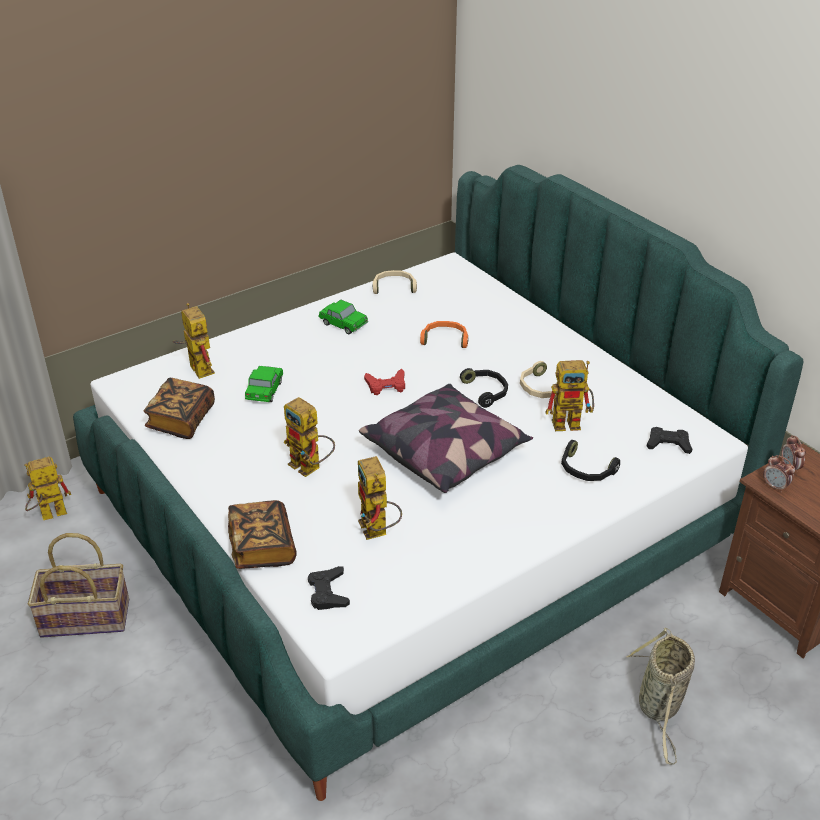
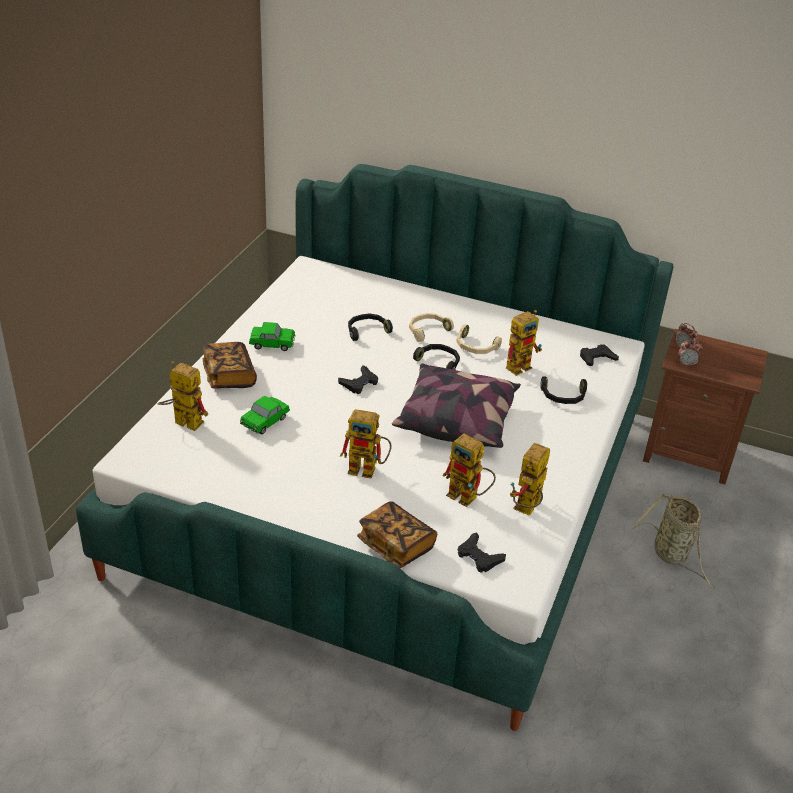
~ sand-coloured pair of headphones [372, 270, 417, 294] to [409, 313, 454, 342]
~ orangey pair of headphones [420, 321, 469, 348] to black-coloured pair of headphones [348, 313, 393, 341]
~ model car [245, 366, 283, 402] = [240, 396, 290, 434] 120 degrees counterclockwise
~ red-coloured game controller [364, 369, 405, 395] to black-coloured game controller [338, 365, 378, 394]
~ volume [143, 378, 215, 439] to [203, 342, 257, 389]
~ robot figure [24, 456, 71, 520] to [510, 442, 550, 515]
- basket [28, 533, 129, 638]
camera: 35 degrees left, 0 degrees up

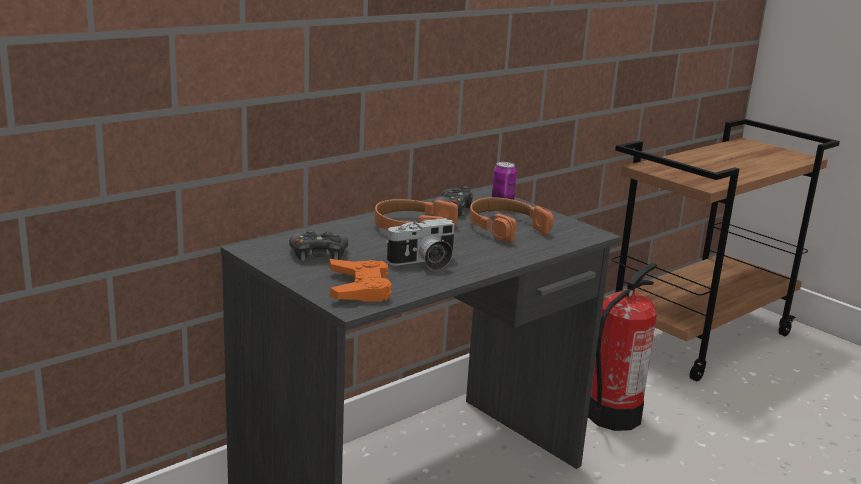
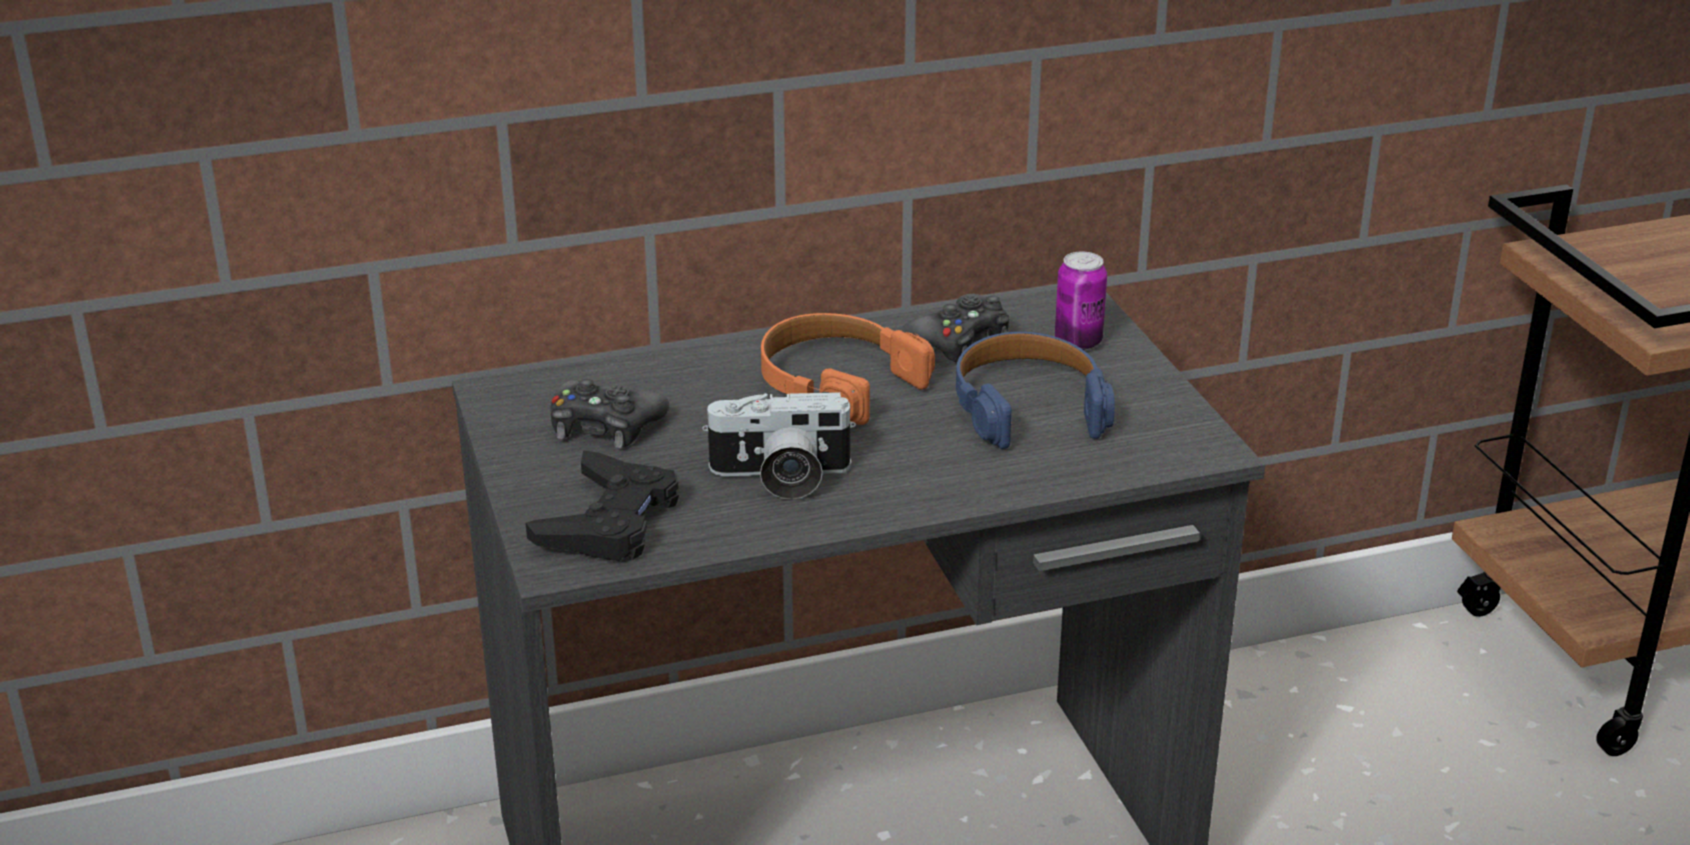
~ orangey pair of headphones [470, 197, 554, 243] to blue-coloured pair of headphones [956, 332, 1115, 449]
~ orangey game controller [329, 259, 392, 302] to black-coloured game controller [526, 450, 679, 561]
- fire-fighting cylinder [588, 263, 657, 431]
camera: 25 degrees right, 10 degrees up

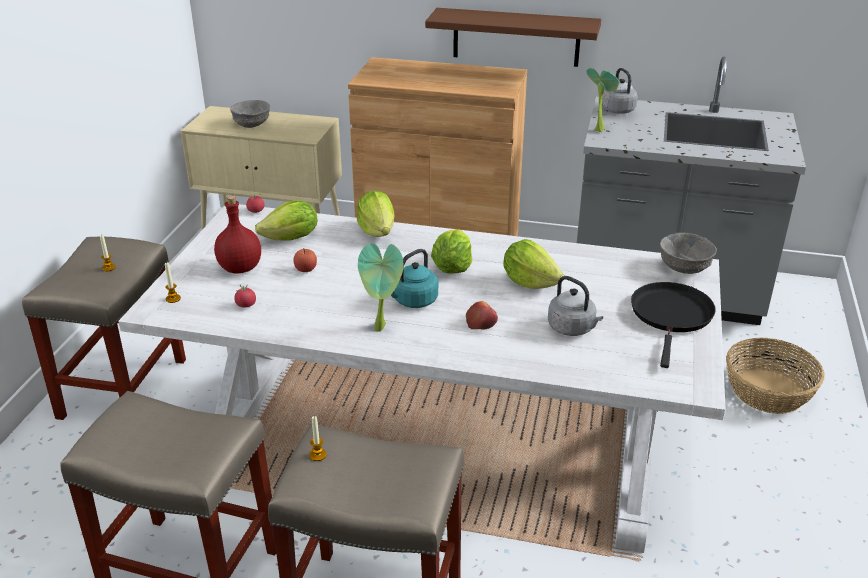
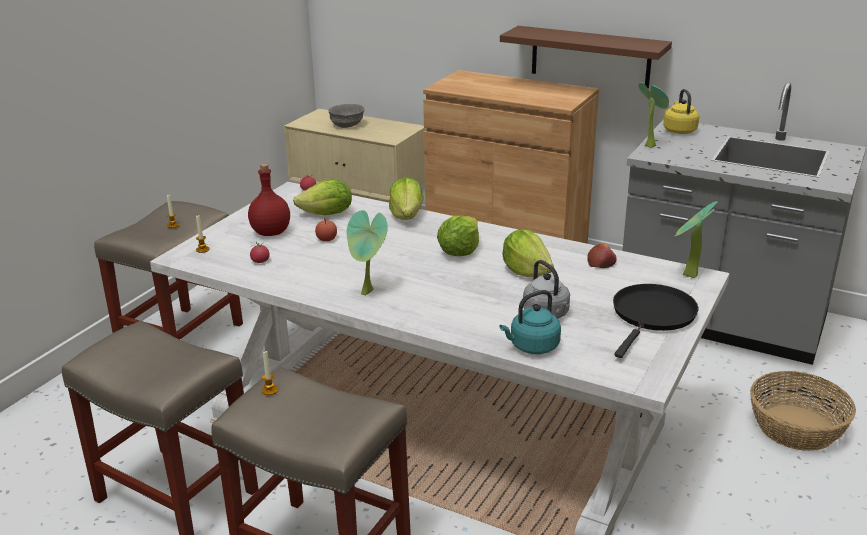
~ greyish kettle [602, 68, 638, 114] to yellowish kettle [663, 89, 699, 134]
~ greyish bowl [660, 233, 717, 274] to houseplant [675, 201, 718, 278]
~ turquoise kettle [391, 249, 438, 308] to [500, 290, 561, 354]
~ whole apple [466, 301, 498, 330] to [588, 243, 617, 268]
camera: 15 degrees right, 5 degrees down

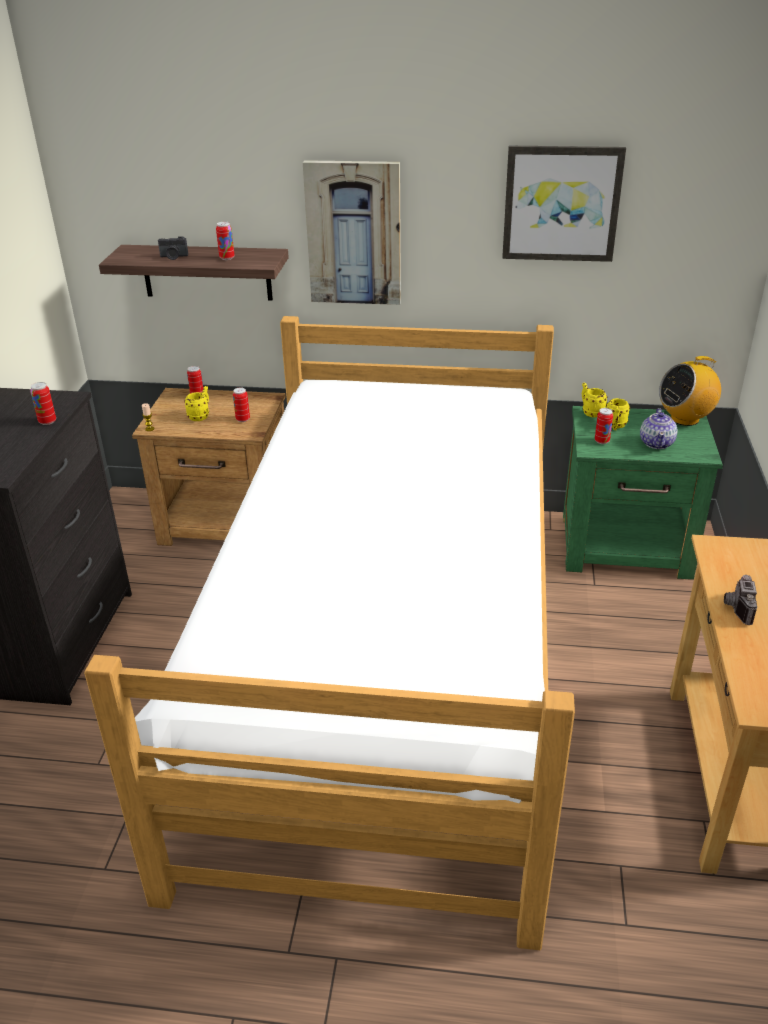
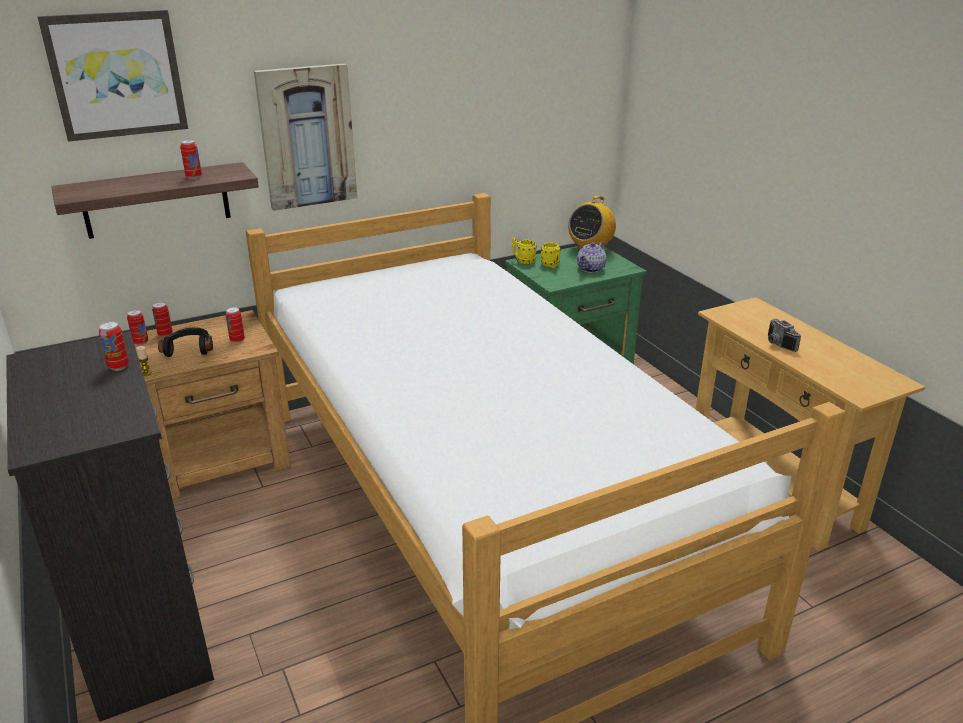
~ wall picture [502, 146, 626, 262] to [37, 10, 188, 142]
- photo camera [158, 236, 188, 260]
~ yellowish tea mug [184, 386, 209, 421] to black-coloured pair of headphones [158, 327, 213, 357]
~ sealed can [595, 408, 613, 444] to [127, 310, 149, 346]
~ teapot [640, 408, 678, 449] = [577, 242, 606, 273] 60 degrees clockwise
camera: 35 degrees left, 5 degrees down

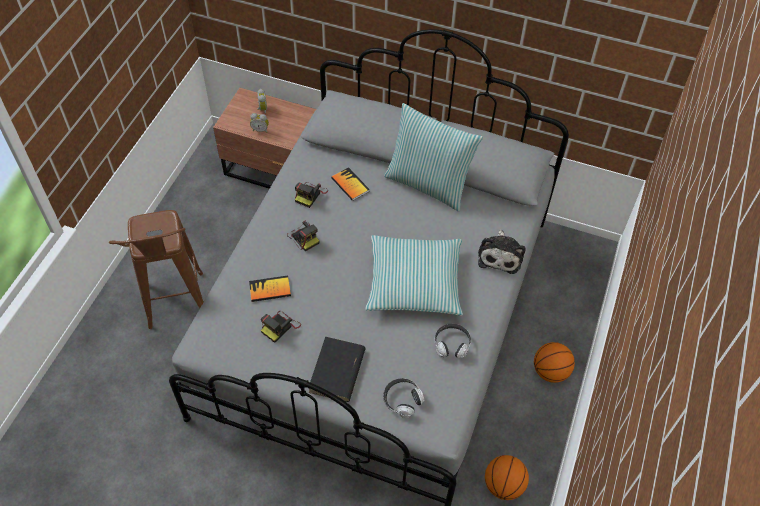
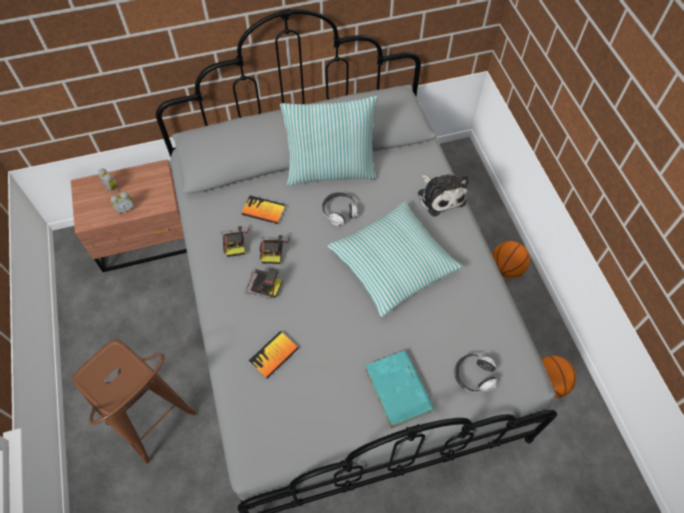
~ photo camera [261, 311, 301, 343] to [259, 235, 290, 264]
~ pair of headphones [435, 324, 471, 359] to [322, 192, 358, 226]
~ black-coloured volume [308, 337, 366, 402] to turquoise volume [365, 351, 435, 429]
camera: 35 degrees left, 5 degrees up

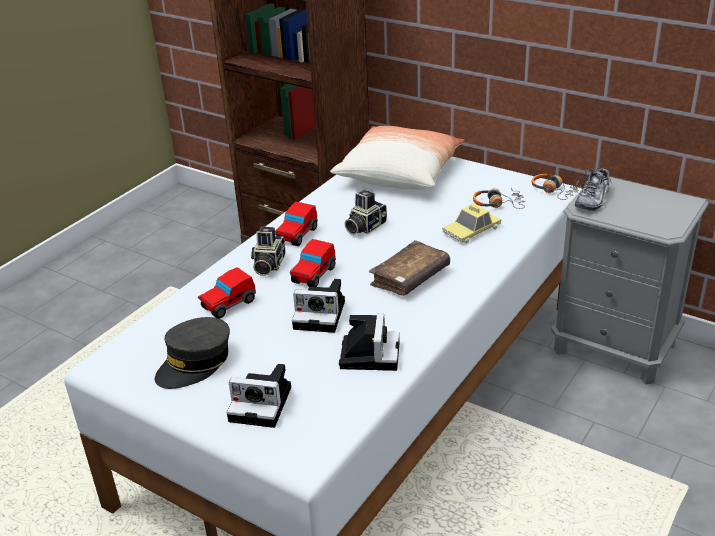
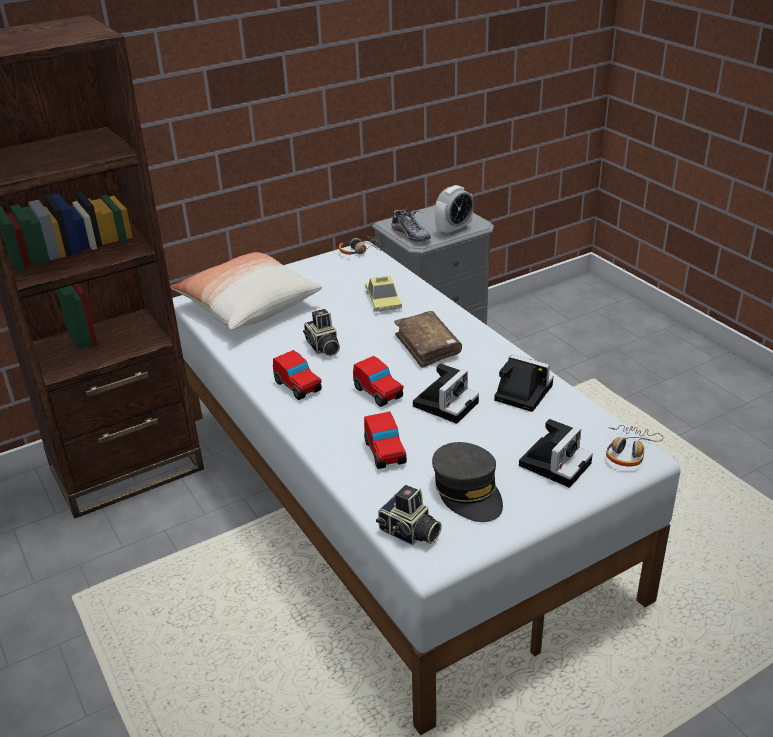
~ pair of headphones [473, 187, 526, 209] to [606, 425, 663, 467]
~ photo camera [251, 227, 285, 276] to [376, 485, 442, 545]
+ bedside clock [435, 185, 474, 236]
camera: 65 degrees left, 0 degrees up

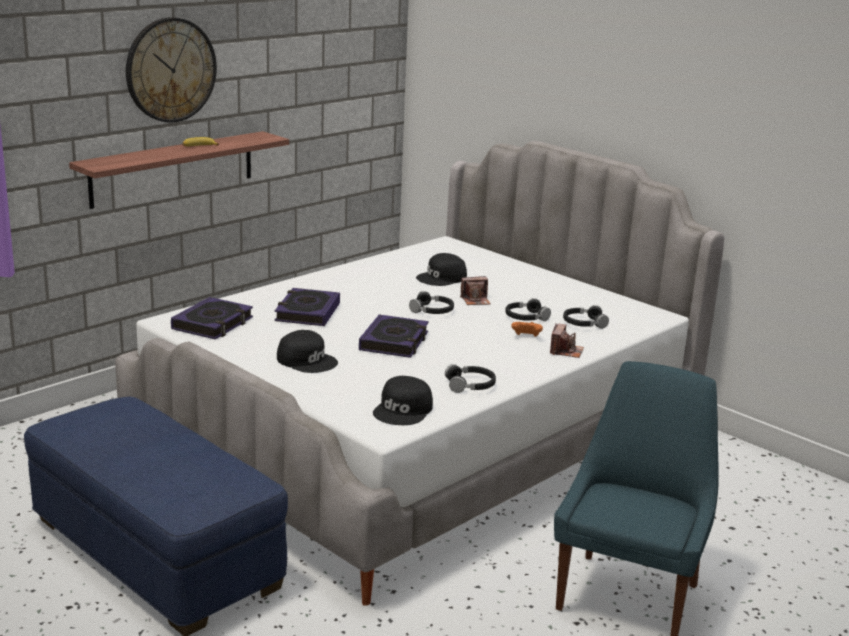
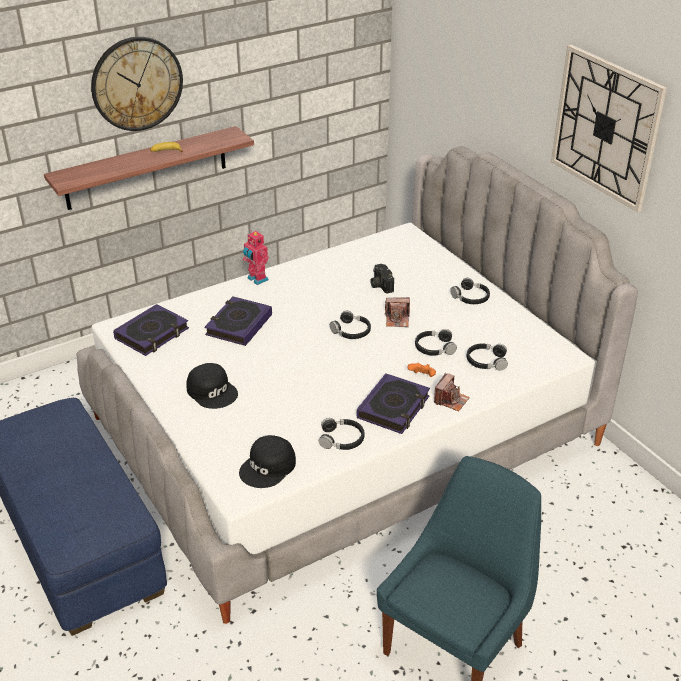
~ black-coloured peaked cap [416, 253, 467, 286] to photo camera [370, 264, 394, 294]
~ volume [359, 314, 429, 358] to [357, 373, 430, 434]
+ wall clock [551, 45, 667, 212]
+ robot figure [243, 230, 269, 285]
+ black-coloured pair of headphones [450, 278, 490, 304]
camera: 15 degrees right, 15 degrees up

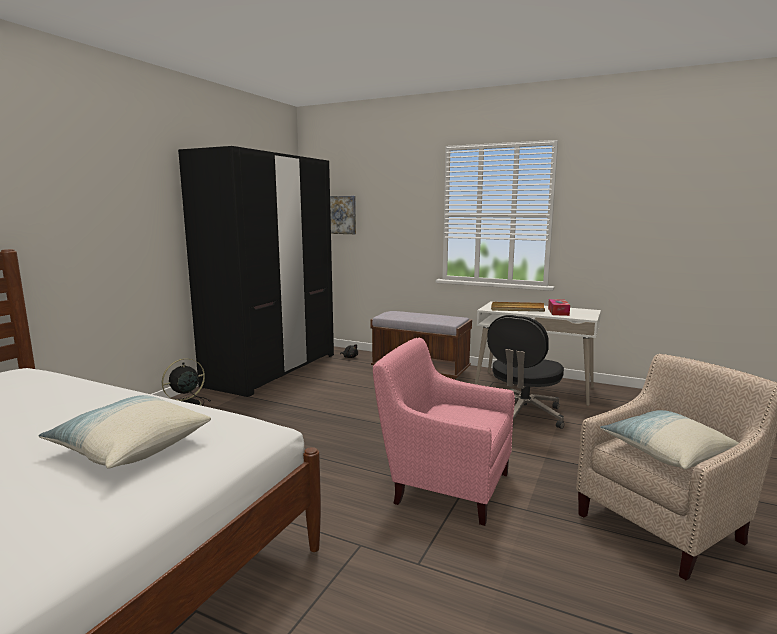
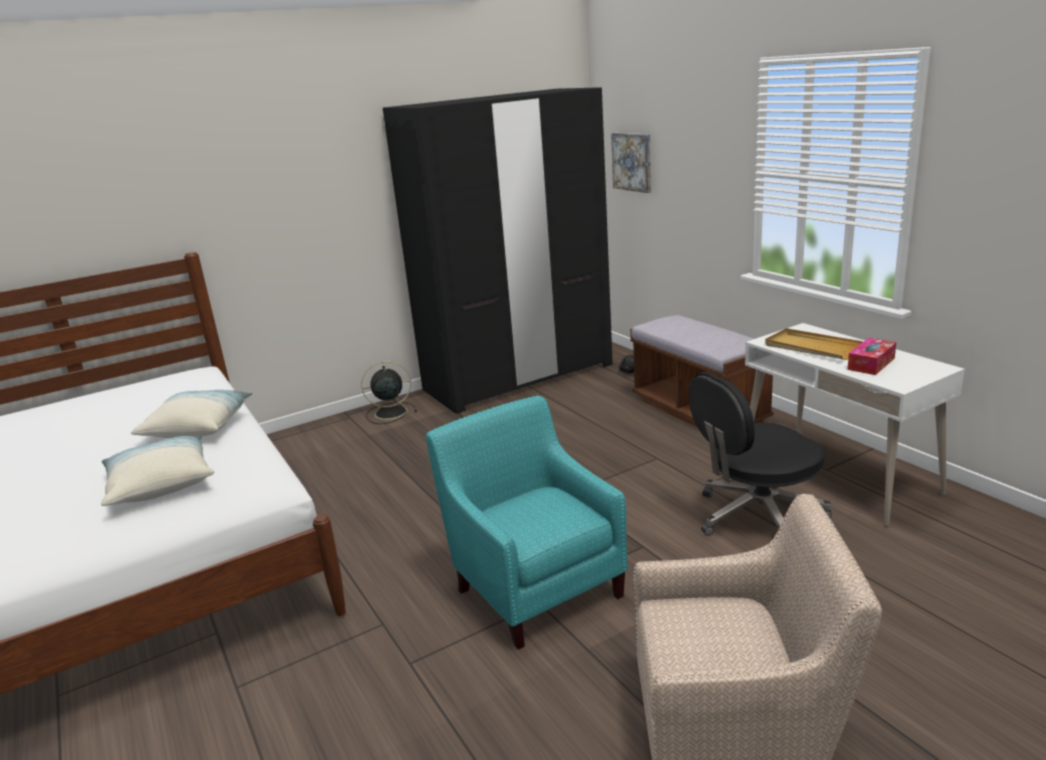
~ pink easy chair [373, 338, 515, 526] to turquoise easy chair [426, 396, 628, 650]
~ throw pillow [600, 410, 739, 469] to [131, 390, 253, 438]
camera: 35 degrees right, 10 degrees up

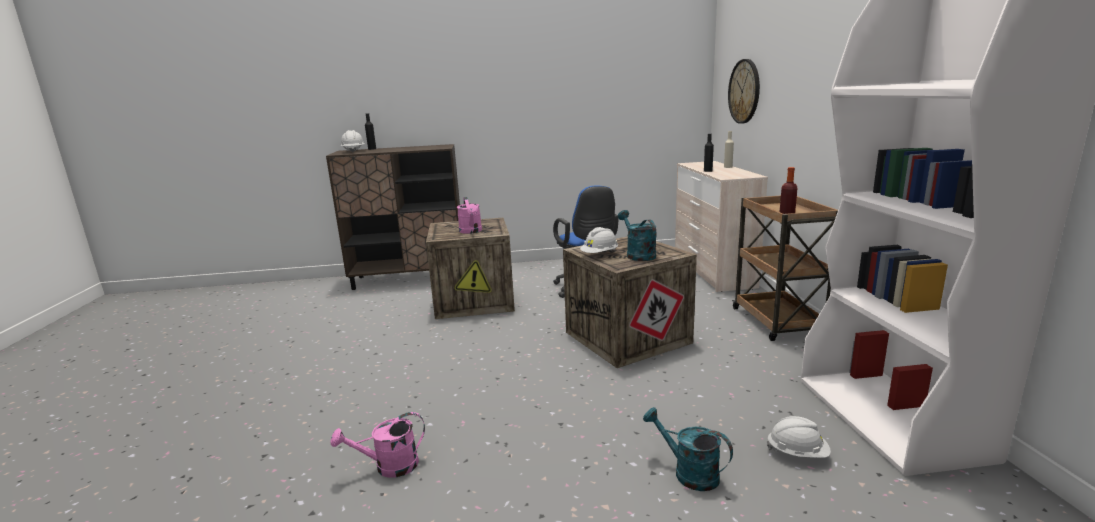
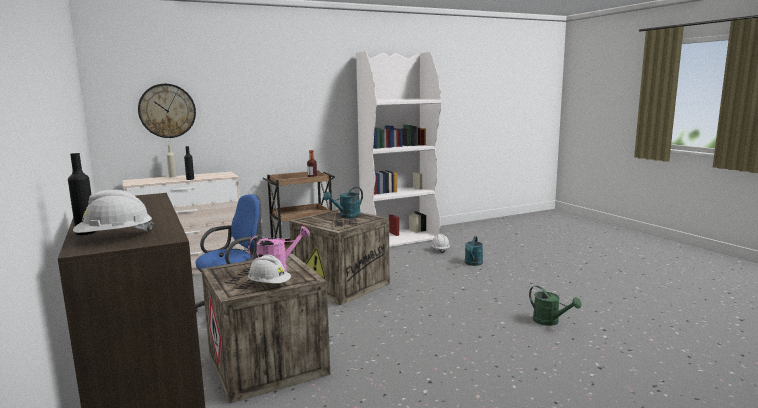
~ whitish hard hat [580, 227, 618, 253] to [248, 255, 291, 284]
~ pink sprinkling can [330, 412, 425, 478] to green sprinkling can [529, 286, 582, 326]
camera: 110 degrees left, 5 degrees down

